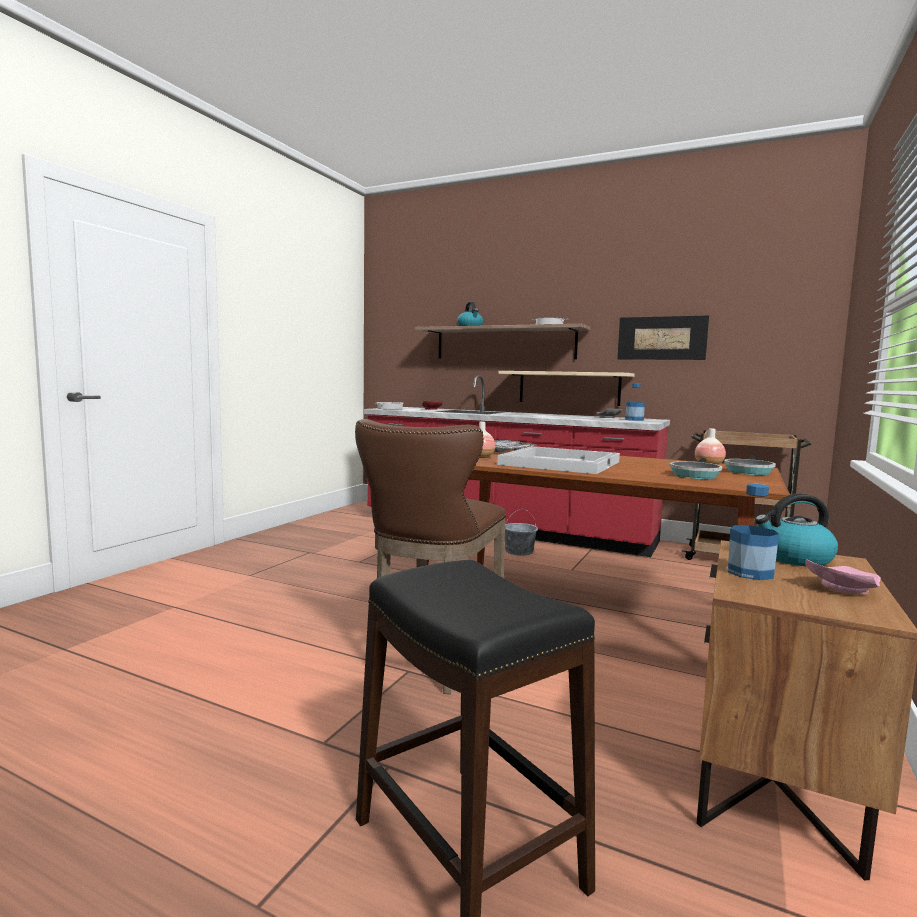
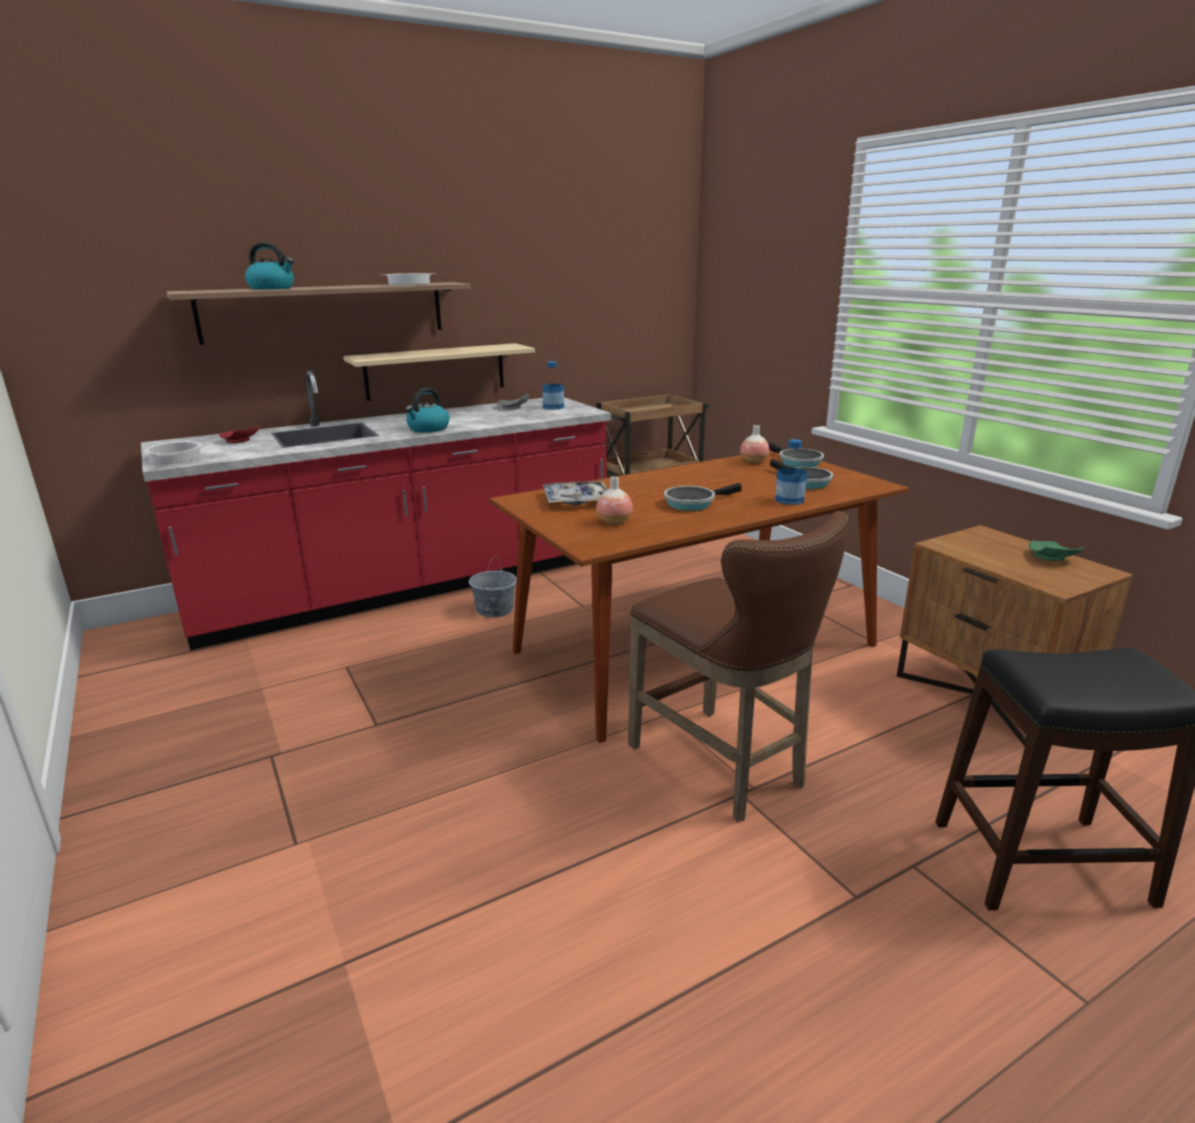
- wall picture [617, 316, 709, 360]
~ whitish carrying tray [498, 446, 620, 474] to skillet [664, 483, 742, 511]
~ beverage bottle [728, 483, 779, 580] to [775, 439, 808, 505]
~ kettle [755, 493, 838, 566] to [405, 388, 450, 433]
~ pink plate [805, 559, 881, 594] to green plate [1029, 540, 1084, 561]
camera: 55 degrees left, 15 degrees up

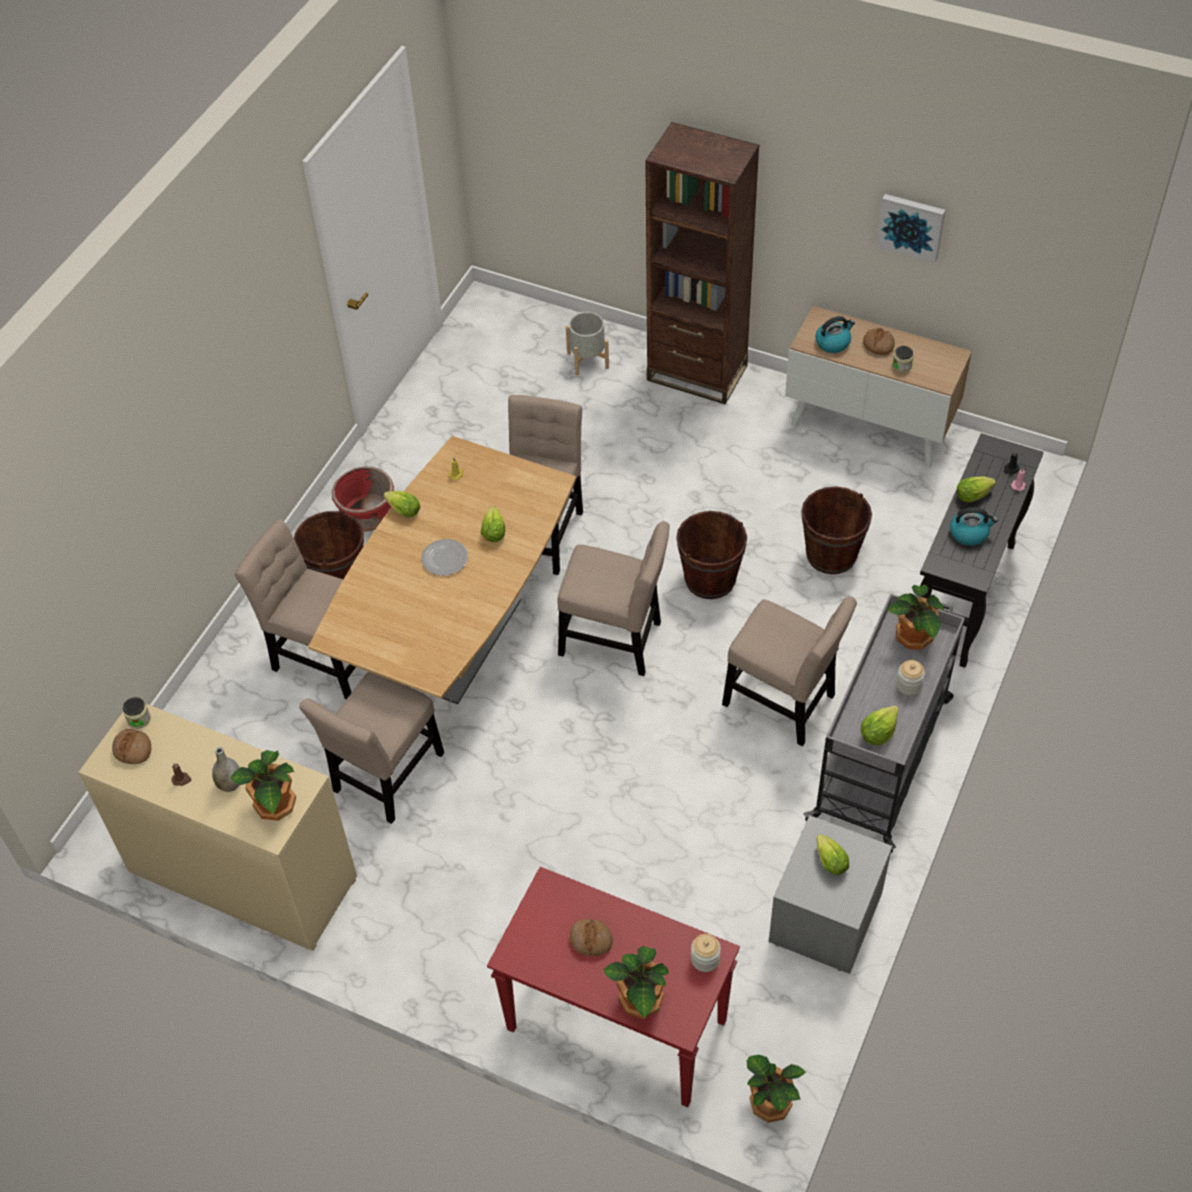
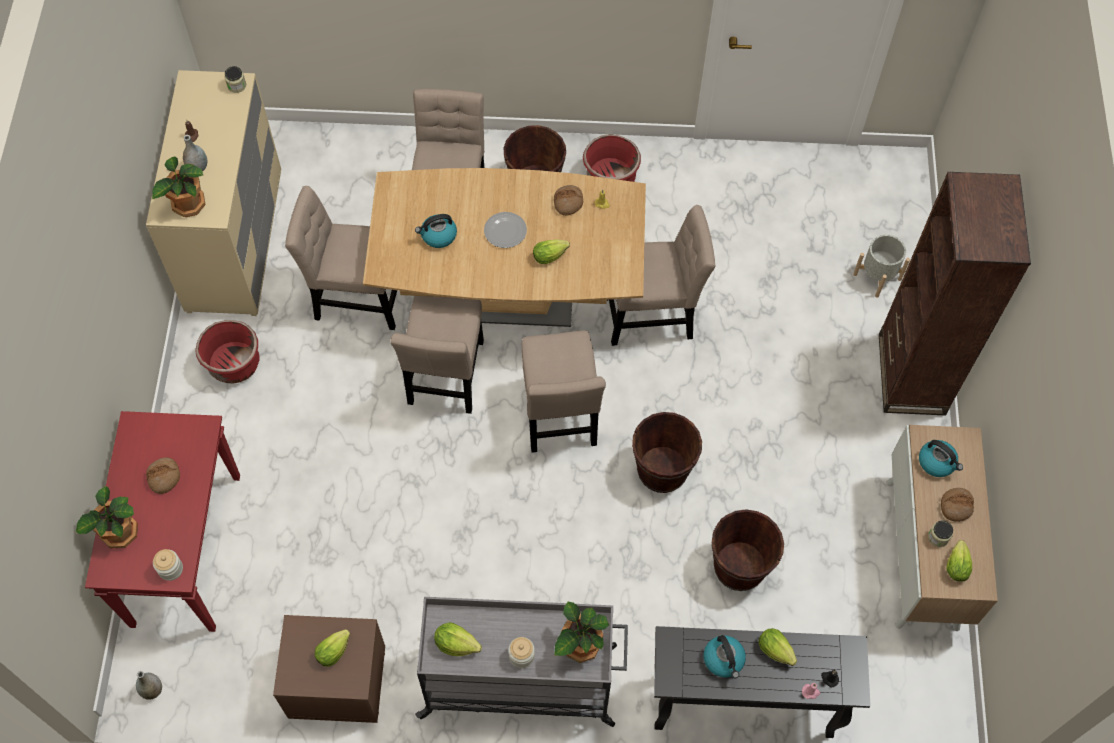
- wall picture [876, 194, 946, 263]
~ lettuce head [383, 491, 420, 517] to [946, 540, 972, 582]
~ sand-coloured plain chair [722, 597, 857, 746] to [390, 296, 484, 414]
~ baked bread [112, 729, 151, 764] to [554, 185, 583, 216]
~ greyish nightstand [769, 815, 892, 974] to brown-coloured nightstand [273, 615, 385, 723]
~ houseplant [747, 1055, 806, 1123] to greyish decorative vase [136, 671, 162, 700]
+ kettle [415, 214, 457, 248]
+ red-coloured plant pot [195, 320, 260, 384]
camera: 65 degrees right, 10 degrees up

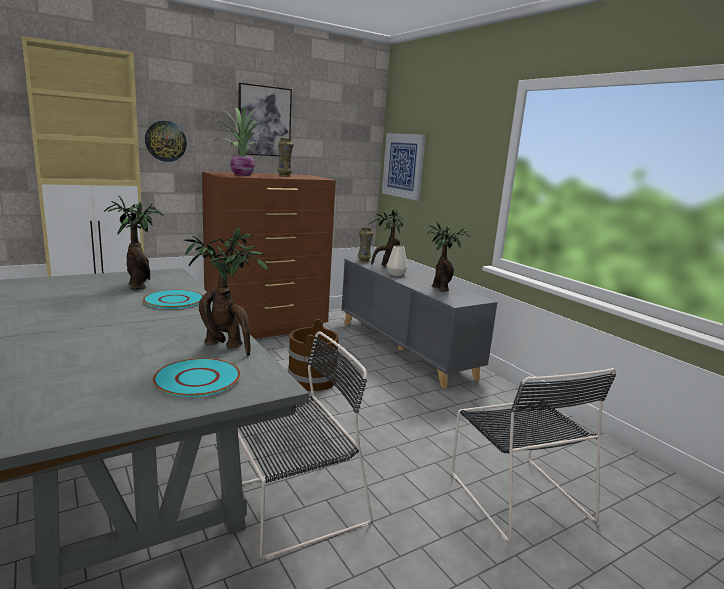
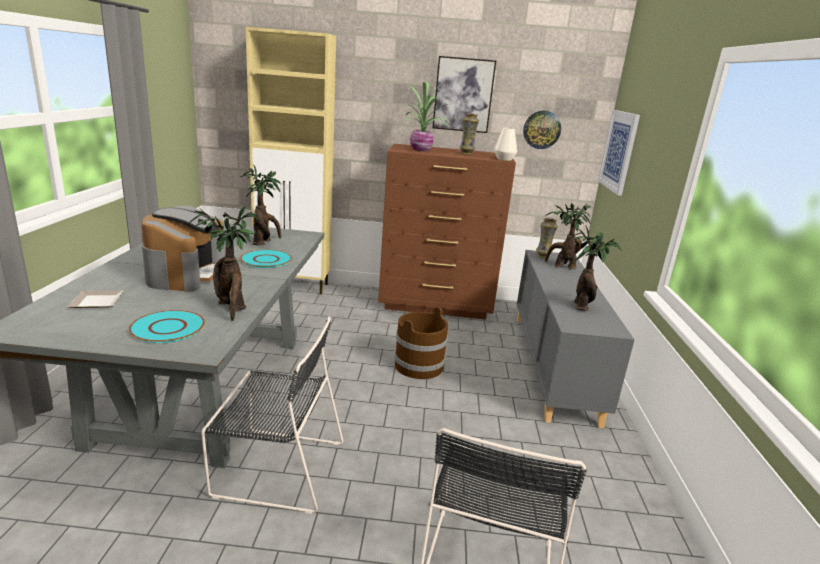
~ wall clock [145, 121, 187, 162] to [523, 111, 561, 149]
~ whitish decorative vase [386, 246, 408, 276] to [494, 128, 517, 161]
+ coffee machine [141, 206, 226, 292]
+ plate [67, 290, 124, 308]
camera: 35 degrees right, 5 degrees up

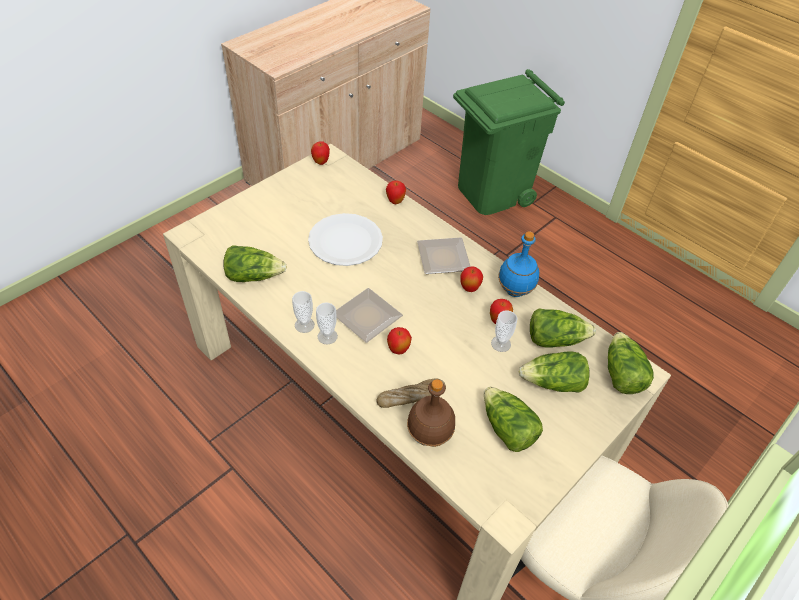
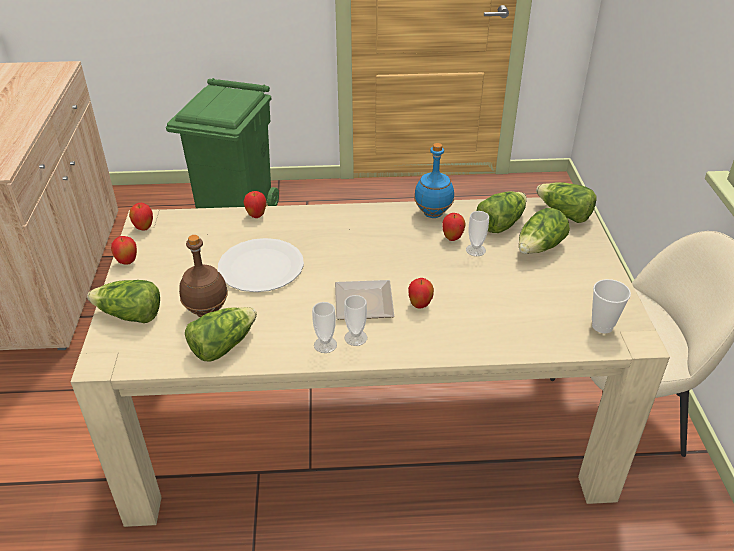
- plate [417, 237, 471, 274]
~ whole apple [460, 267, 483, 292] to [111, 236, 137, 265]
- baked bread [376, 379, 446, 408]
~ brown-coloured beverage bottle [407, 379, 455, 447] to [179, 235, 228, 317]
~ lettuce head [484, 387, 543, 452] to [87, 280, 160, 323]
+ cup [592, 279, 631, 333]
camera: 45 degrees left, 10 degrees down

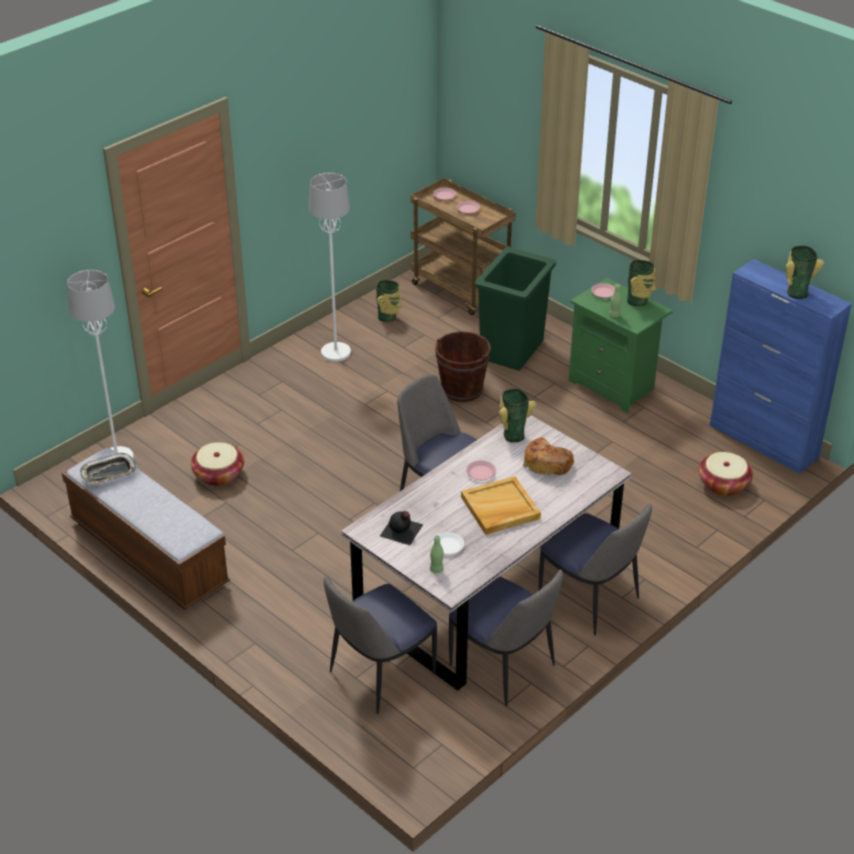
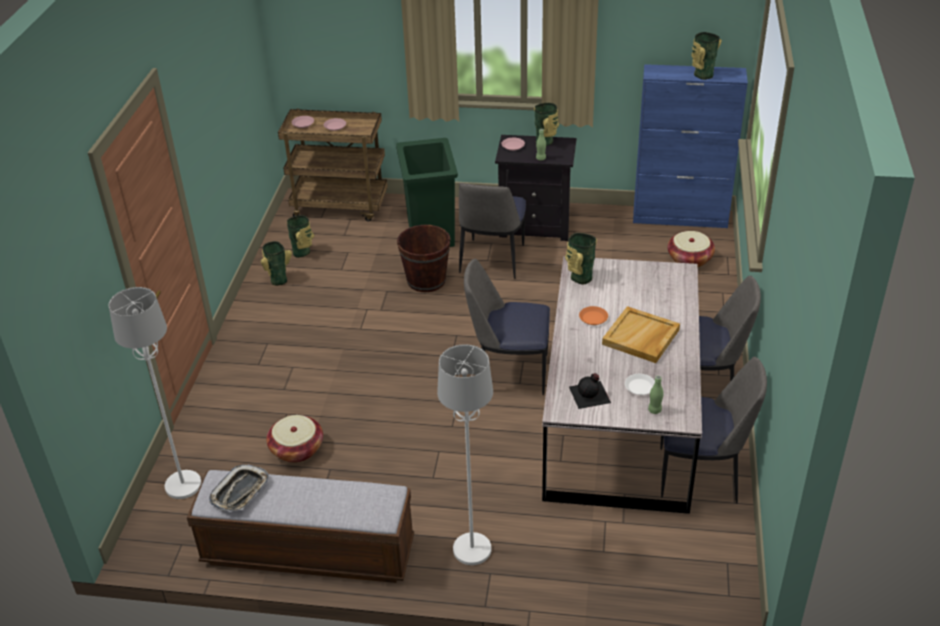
~ whitish standing lamp [309, 173, 351, 362] to [437, 344, 493, 565]
~ green nightstand [569, 278, 673, 413] to black-coloured nightstand [495, 135, 577, 241]
- baked bread [523, 438, 574, 477]
~ pink plate [466, 461, 496, 480] to orangey plate [579, 306, 608, 325]
~ plain chair [324, 576, 437, 714] to [459, 183, 526, 279]
+ decorative vase [261, 241, 292, 286]
camera: 35 degrees left, 0 degrees up

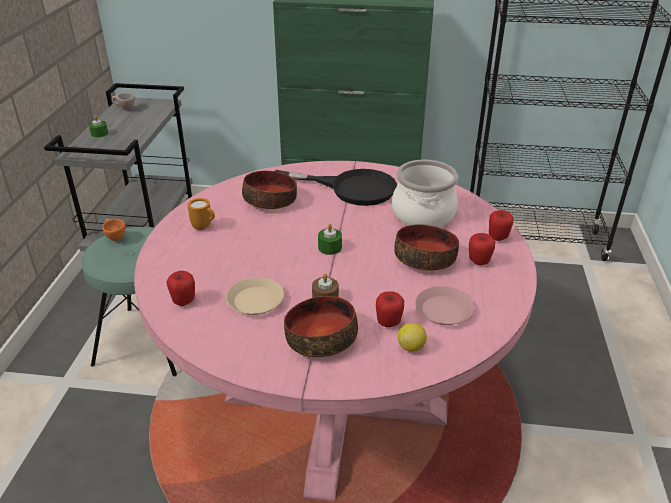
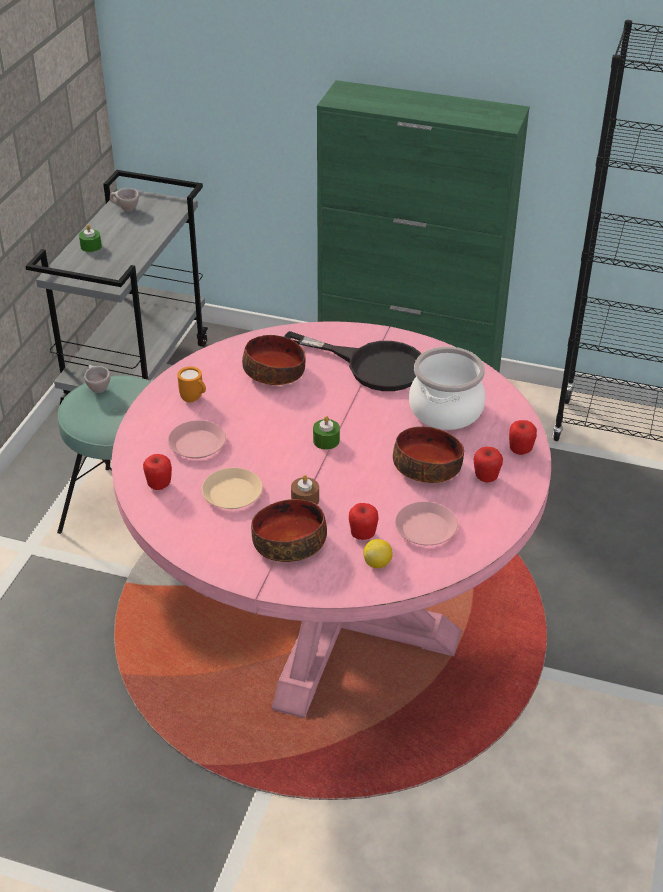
~ orangey cup [102, 219, 125, 241] to sand-coloured cup [84, 365, 111, 393]
+ pink plate [168, 420, 226, 459]
camera: 10 degrees right, 5 degrees up

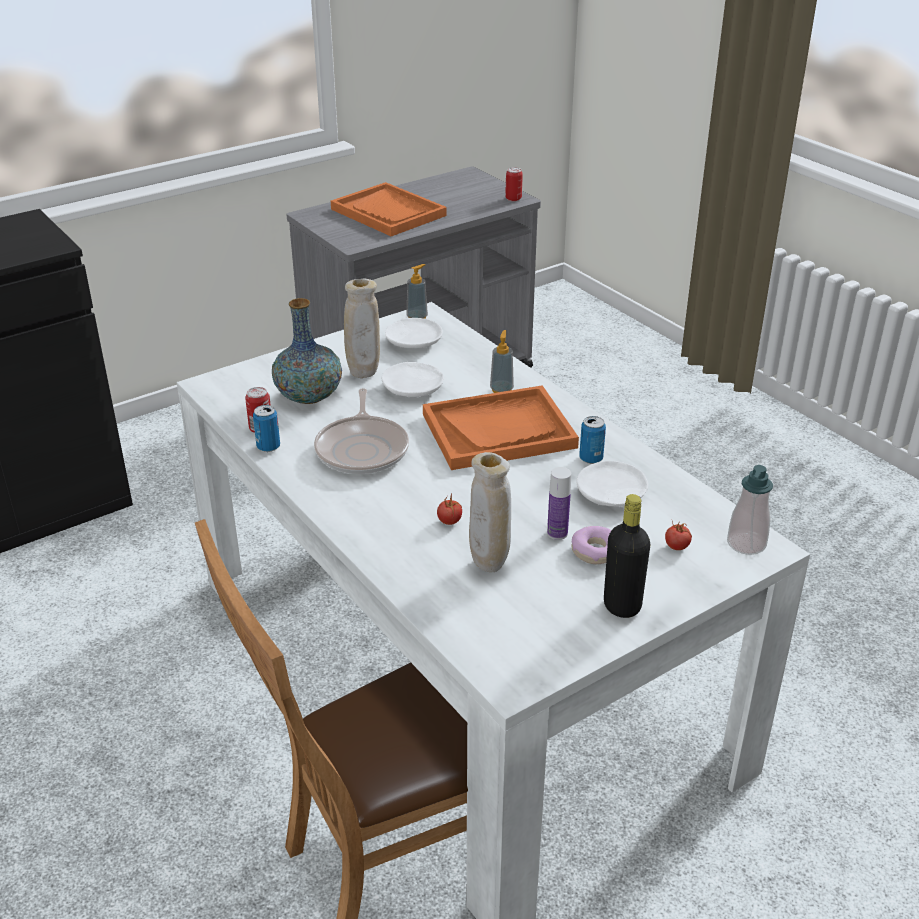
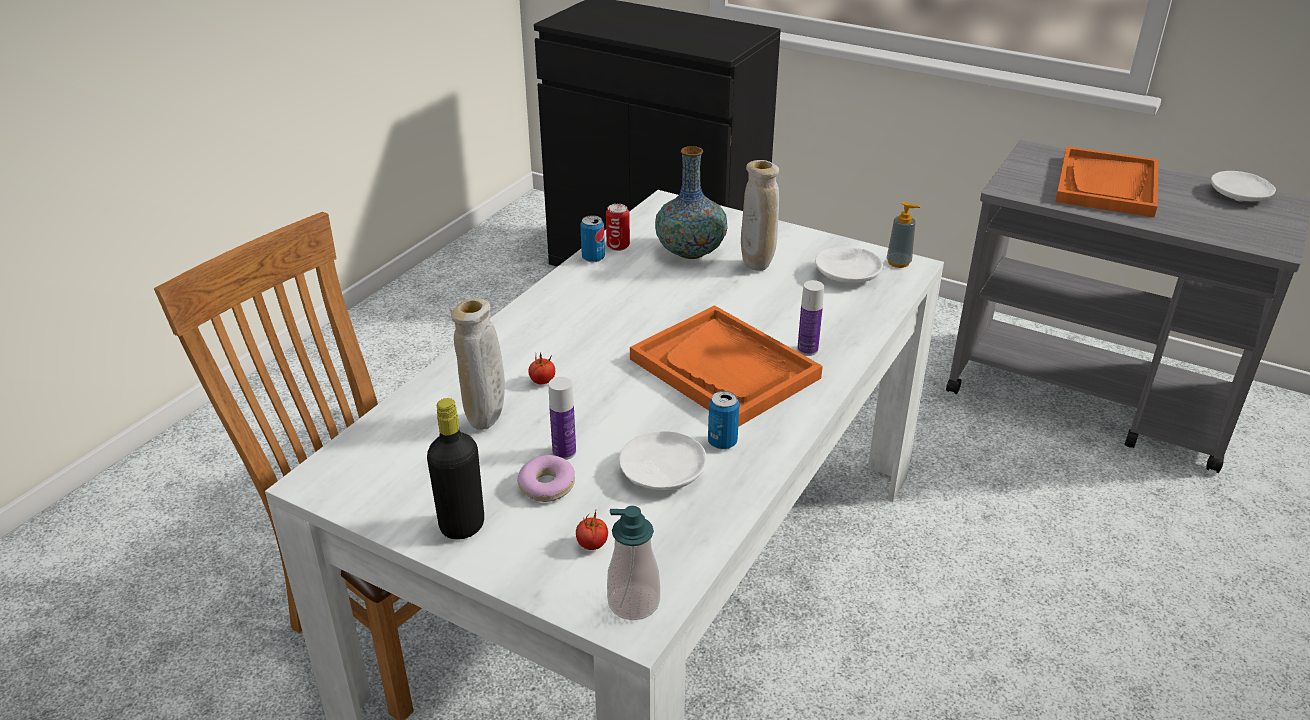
- sealed can [505, 167, 523, 201]
~ liquid soap bottle [490, 330, 514, 393] to beverage bottle [797, 280, 824, 356]
~ whitish plate [382, 362, 444, 397] to [1211, 171, 1276, 202]
- skillet [314, 388, 409, 474]
camera: 65 degrees right, 0 degrees up

